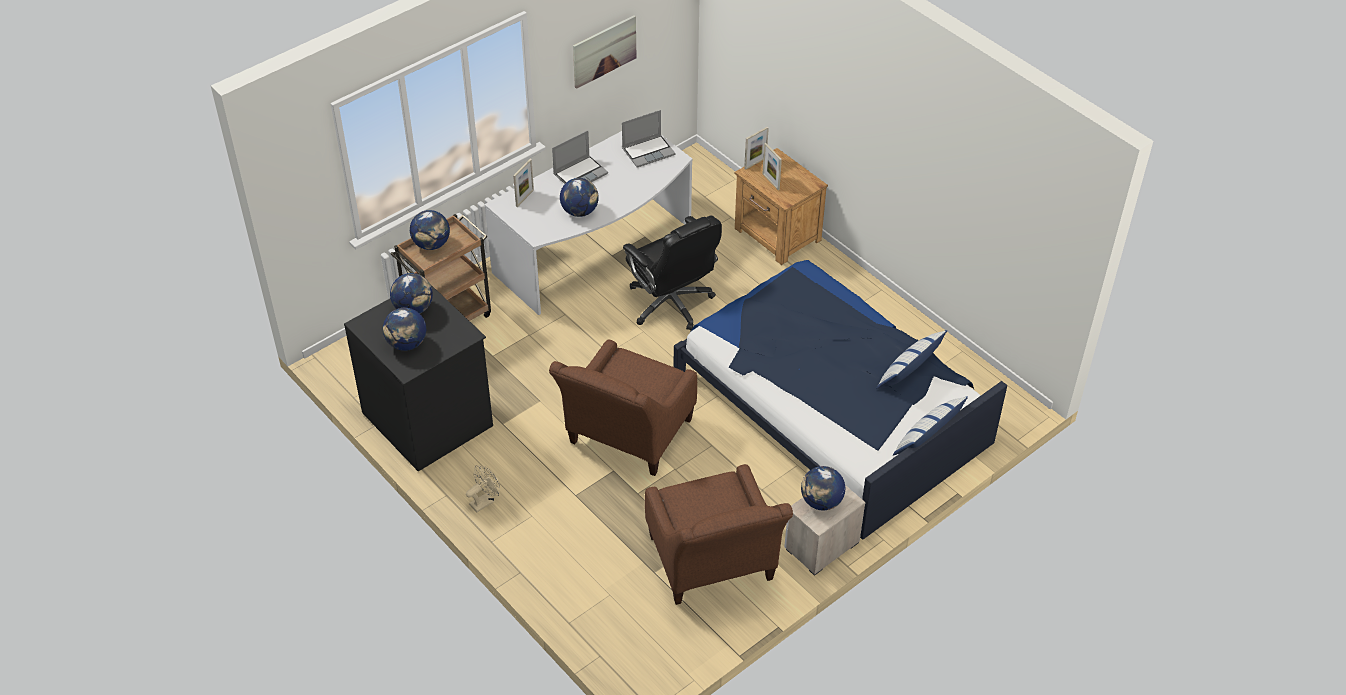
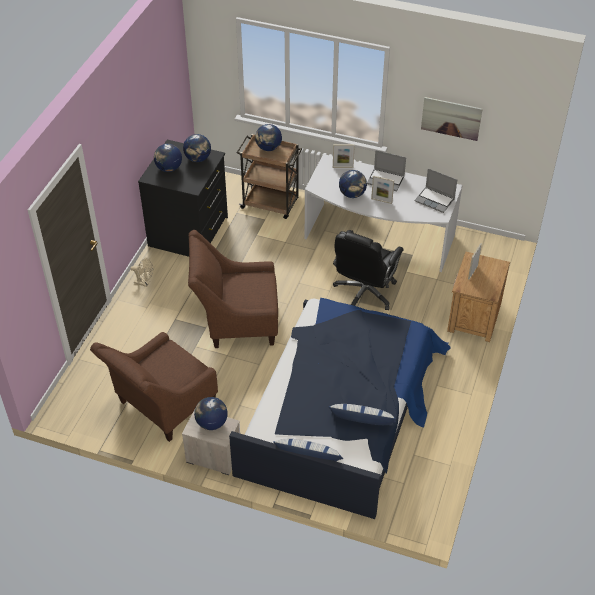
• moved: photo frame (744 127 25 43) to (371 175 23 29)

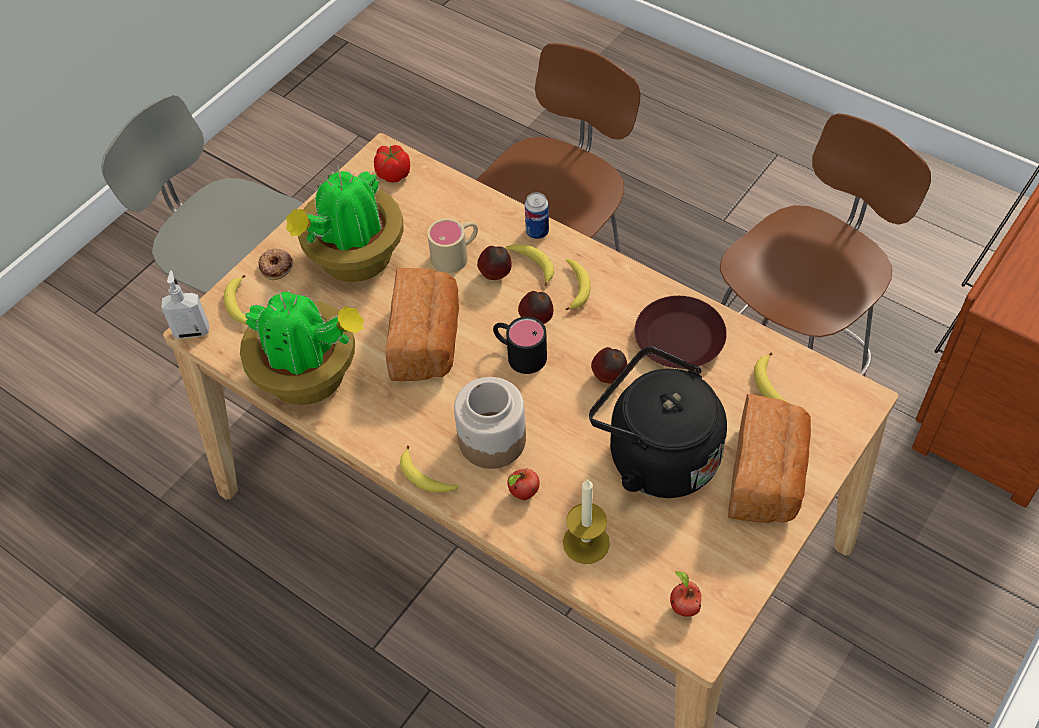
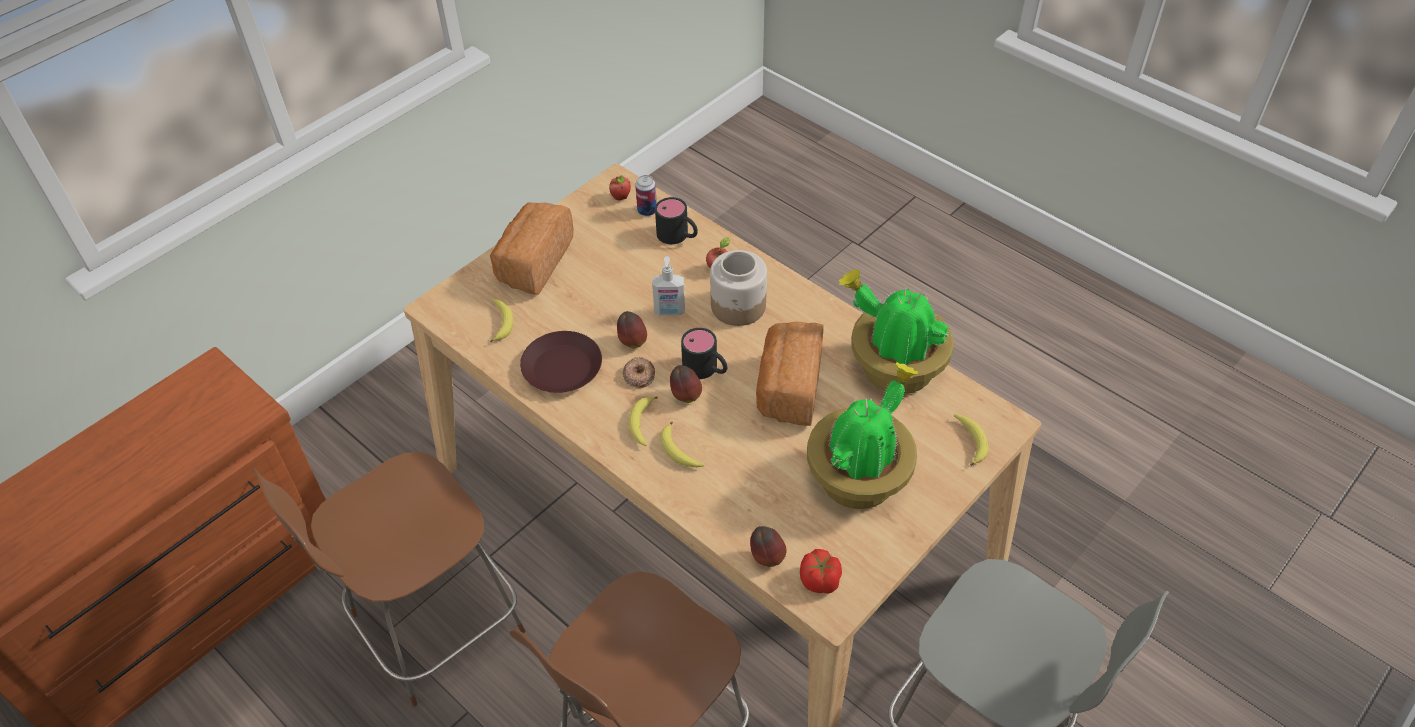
• moved: metal can (525 192 24 47) to (635 175 22 41)
• removed: sand-coloured mug (427 218 51 55)
• moved: whole apple (477 246 35 34) to (750 526 36 41)
• moved: donut (258 248 35 32) to (623 357 32 31)
• moved: soap bottle (161 270 48 69) to (652 256 33 60)
• removed: blackish water kettle (589 346 138 152)
• removed: banana (400 445 58 47)
• replaced: candle (563 479 47 85) to blackish mug (655 197 43 47)

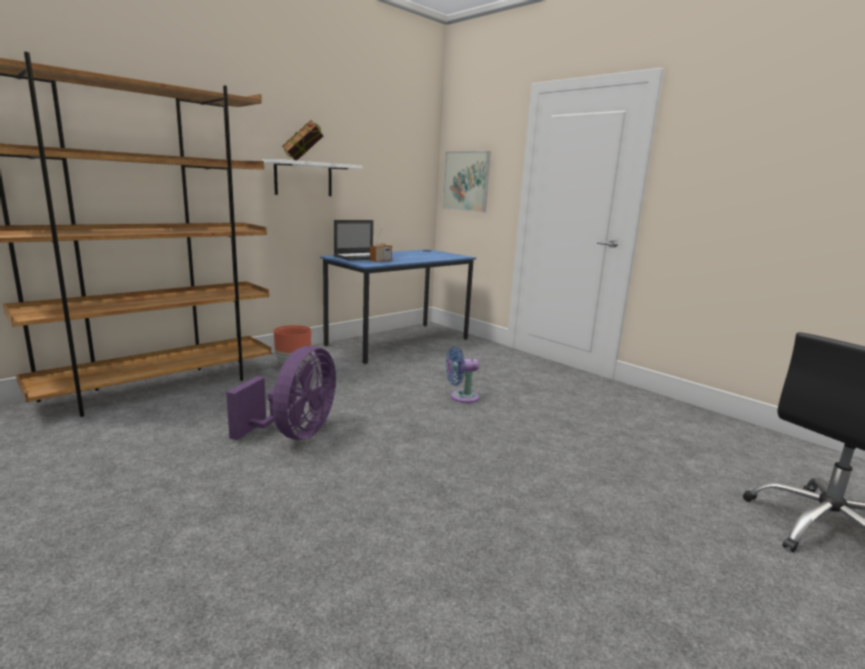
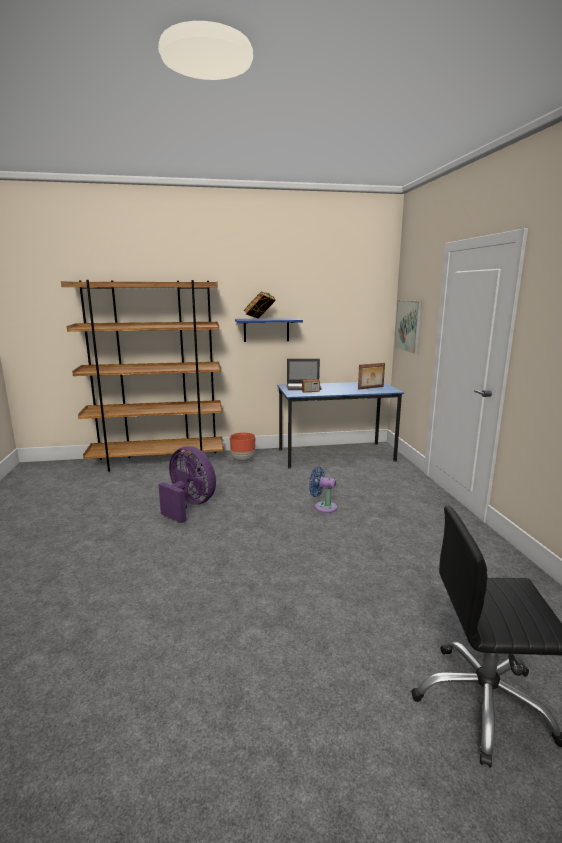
• recoloured: white-coloured shelf (262 159 100 37) to blue shelf (235 318 68 24)
• turned: purple fan (226 346 110 94) = (158 446 58 77) 105 degrees counterclockwise
• added: photo frame (358 363 27 27)

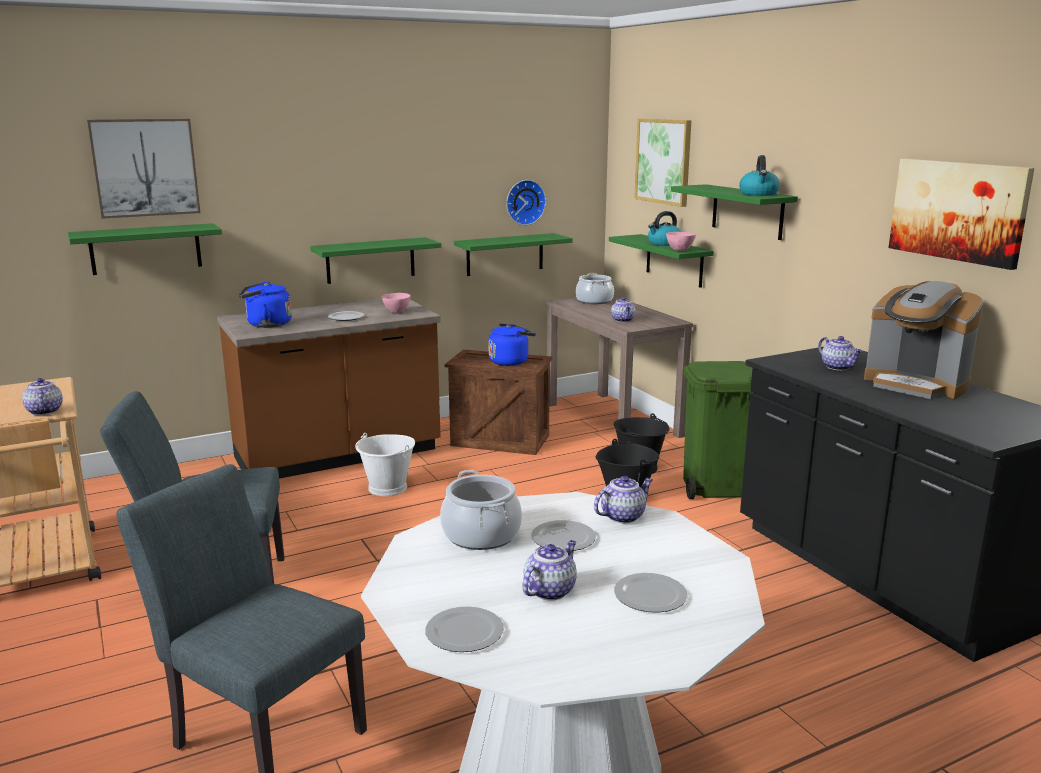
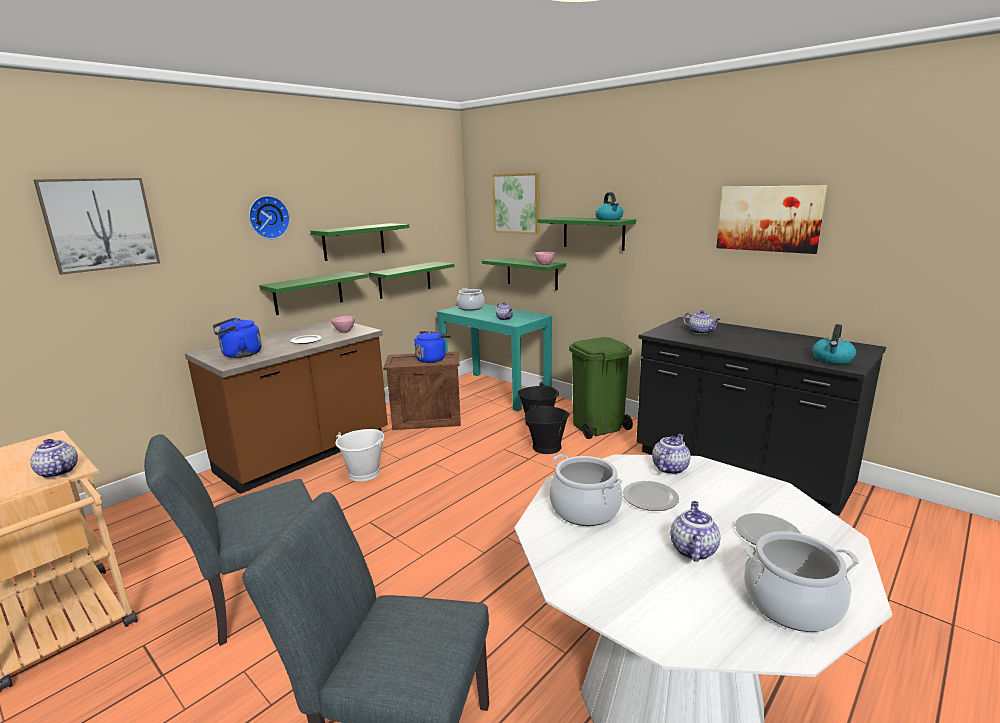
• moved: clock on the wall (506 180 40 45) to (249 196 41 43)
• moved: water kettle (648 211 33 35) to (813 324 43 40)
• moved: greenish shelf (68 223 154 52) to (311 223 98 38)
• removed: coffee maker (864 281 120 118)
• recoloured: brown-coloured console table (547 296 146 148) to turquoise console table (436 304 117 107)
• removed: flat dish (425 606 79 46)
• added: stockpot (744 531 115 101)

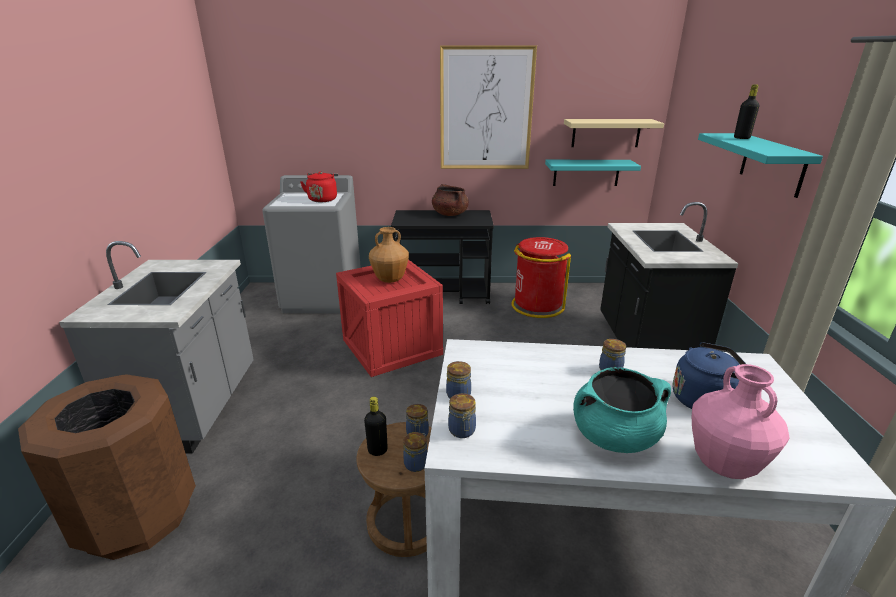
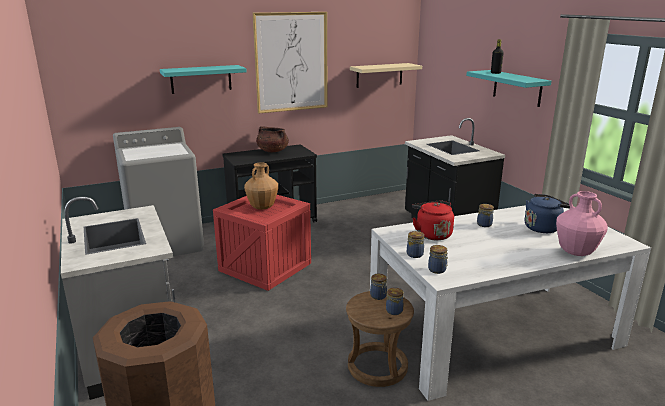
• moved: turquoise shelf (545 160 96 26) to (160 65 87 29)
• moved: red water kettle (300 171 38 31) to (412 200 42 40)
• removed: red rubbish bin (511 237 60 81)
• removed: turquoise stockpot (573 367 98 86)
• removed: blackish bottle (364 397 24 59)

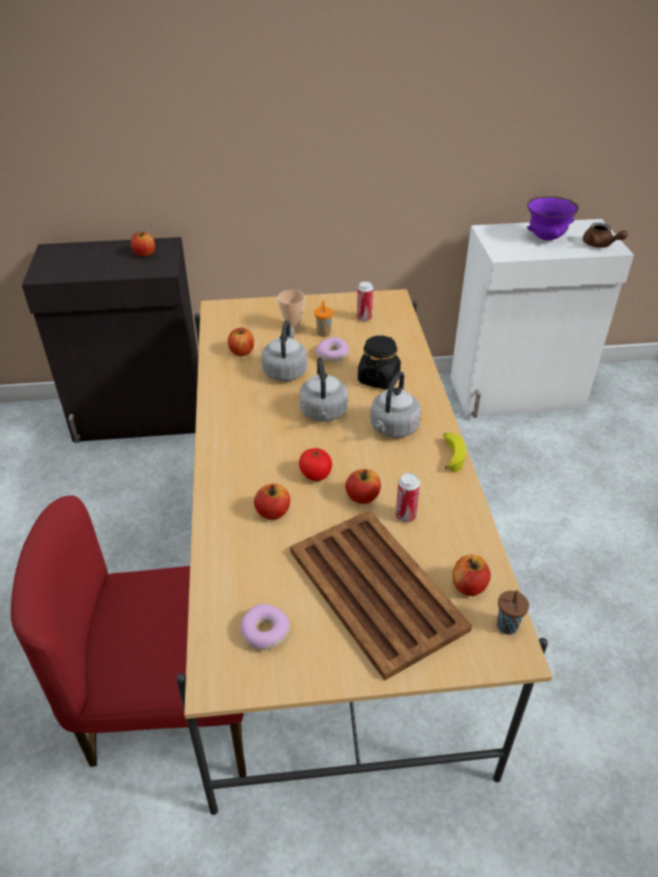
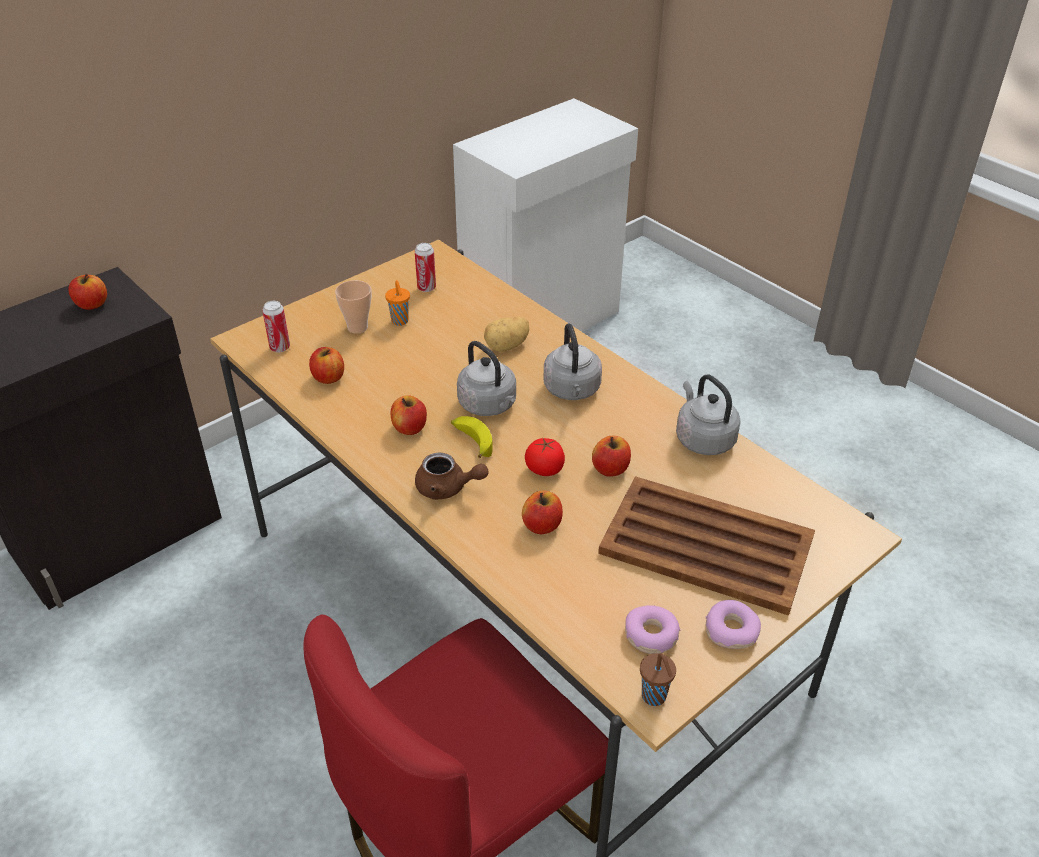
• removed: purple deep dish (527 195 52 46)
• moved: brown-coloured tea pot (583 223 45 25) to (415 452 73 48)
• moved: grey water kettle (261 320 46 61) to (676 374 65 81)
• replaced: blackish preserve jar (358 335 43 54) to potato (484 317 45 35)
• moved: donut (316 337 33 25) to (706 600 55 49)
• moved: banana (443 433 23 39) to (451 416 42 42)
• moved: metal can (396 473 24 49) to (262 301 28 52)
• moved: whole apple (452 554 39 42) to (391 395 36 40)
• moved: brown-coloured drinking cup (497 590 32 45) to (640 653 36 53)

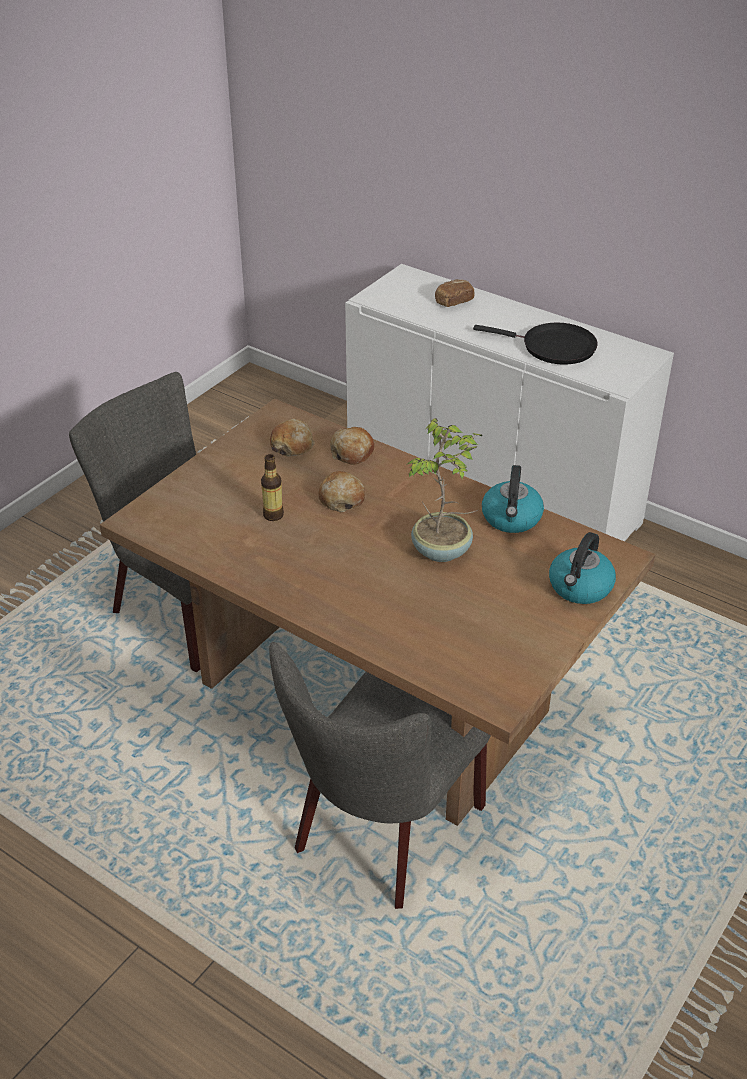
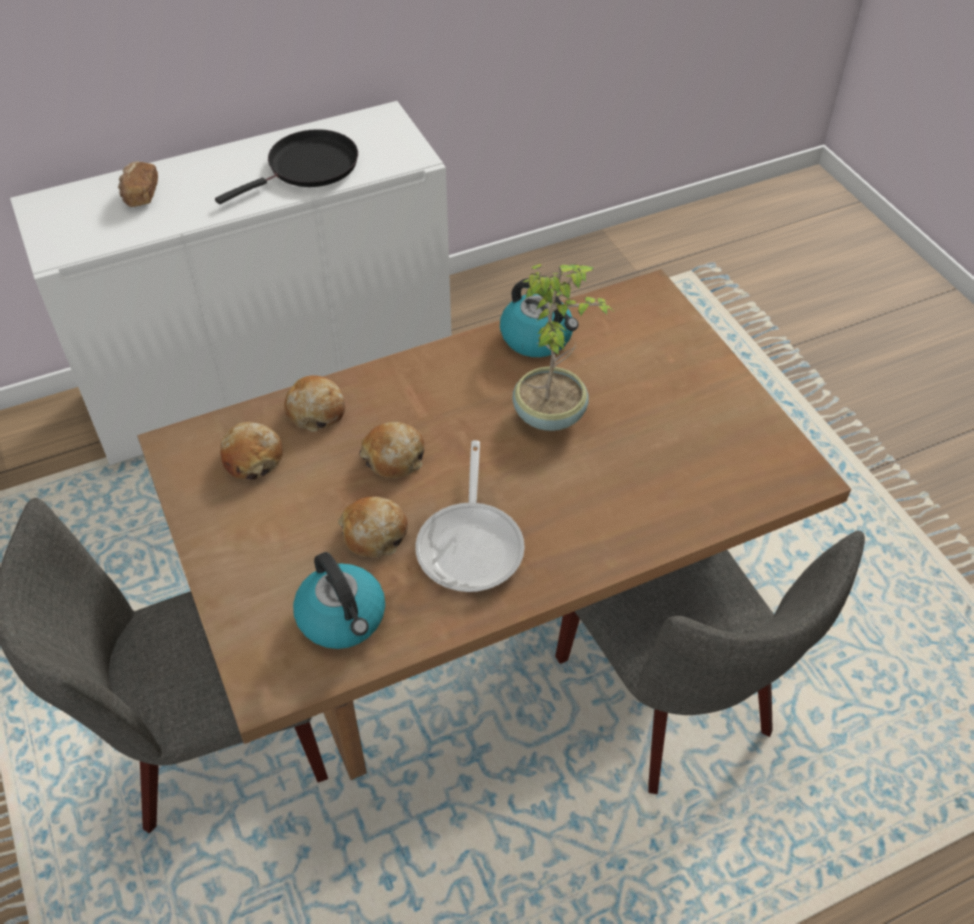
• replaced: bottle (261 454 23 67) to bakery bread (338 497 70 60)
• moved: water kettle (549 532 67 72) to (293 552 92 97)
• added: frying pan (415 440 110 152)

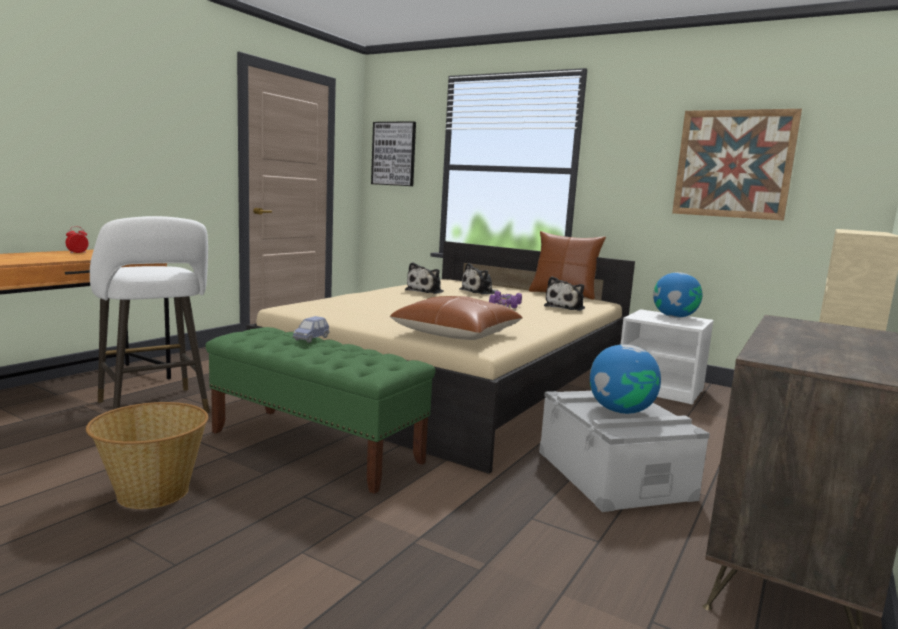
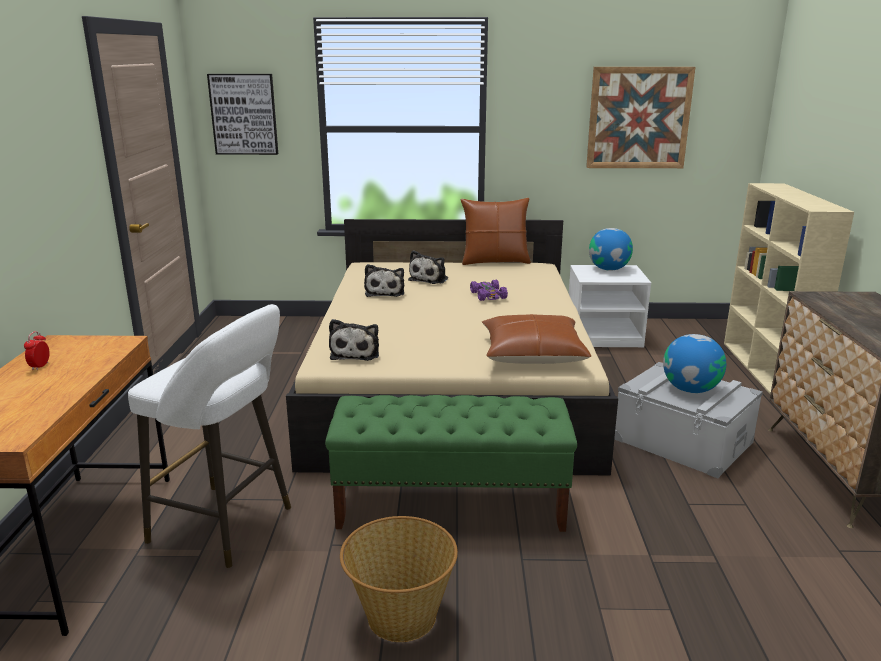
• moved: soft toy (544 276 41 35) to (329 319 50 42)
• removed: blue miniature car (293 316 37 27)

